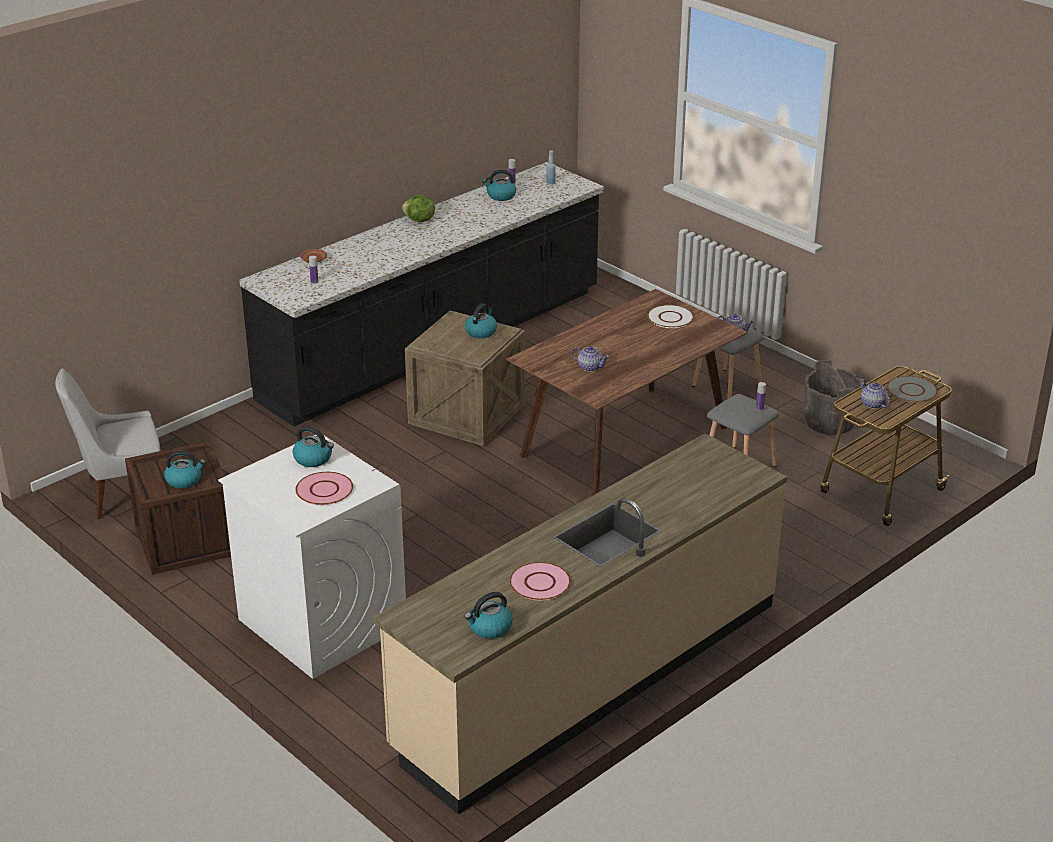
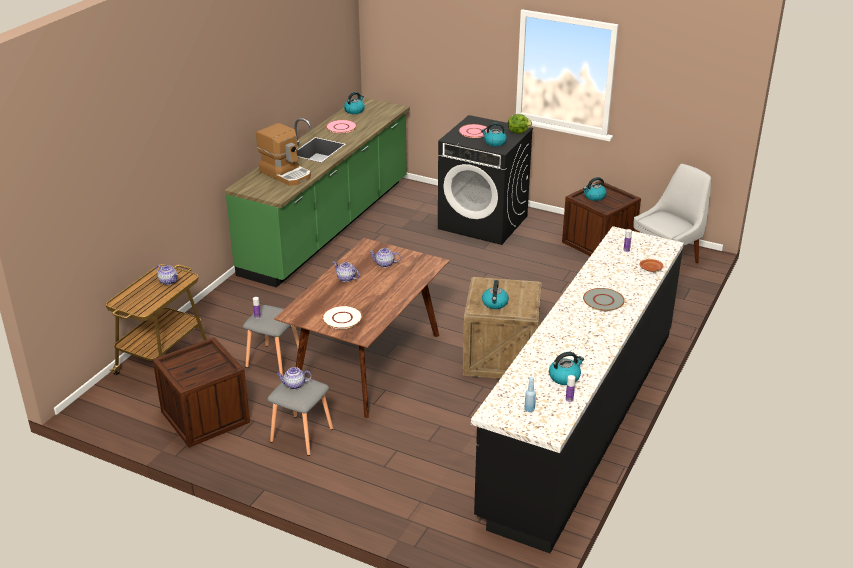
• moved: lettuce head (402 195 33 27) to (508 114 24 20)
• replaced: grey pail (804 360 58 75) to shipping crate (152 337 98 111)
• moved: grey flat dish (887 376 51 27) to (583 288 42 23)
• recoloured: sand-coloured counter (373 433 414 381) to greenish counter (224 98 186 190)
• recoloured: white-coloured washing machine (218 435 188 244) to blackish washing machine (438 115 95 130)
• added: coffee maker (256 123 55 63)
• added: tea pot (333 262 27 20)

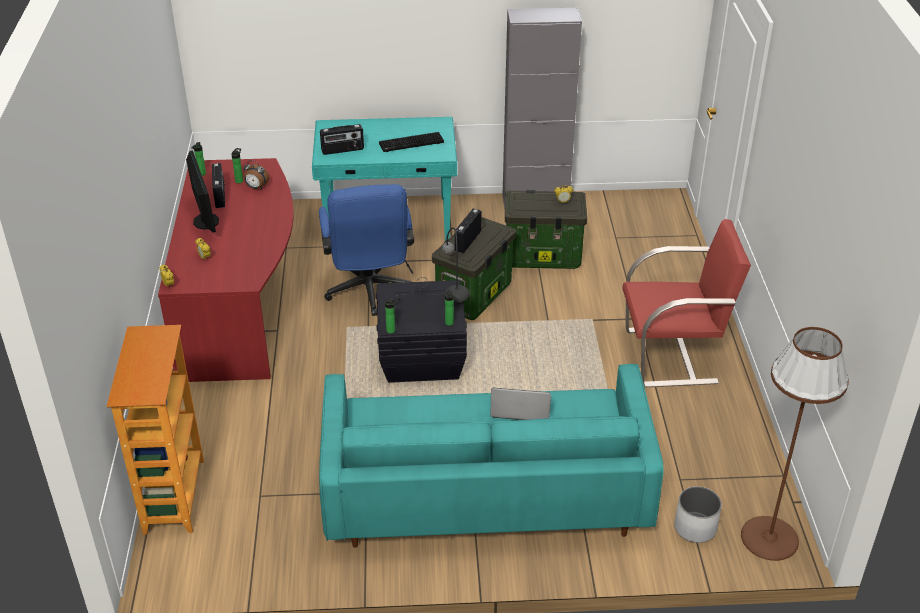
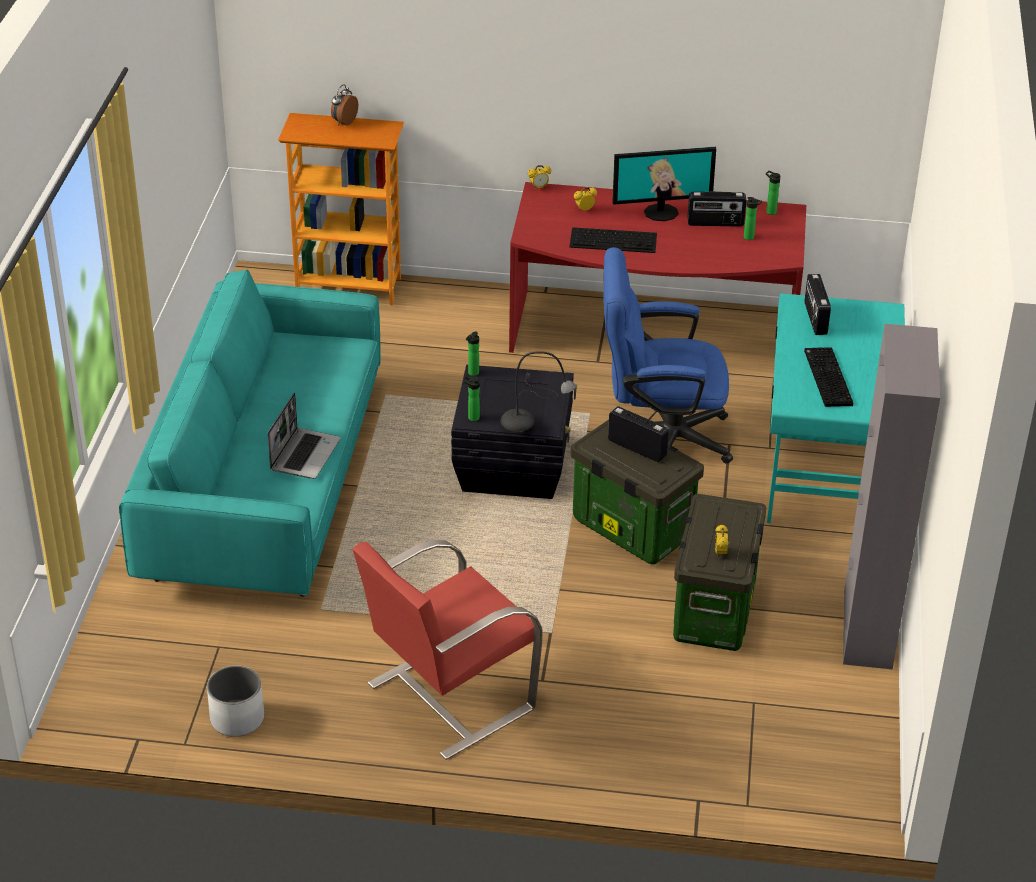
• moved: bedside clock (243 160 26 29) to (331 84 27 41)
• turned: red lounge chair (622 219 129 169) = (352 540 191 220) 45 degrees clockwise
• removed: brown-coloured standing lamp (741 327 108 234)
• moved: white-coloured plant pot (674 486 48 57) to (207 666 57 71)
• added: computer keyboard (569 227 88 26)

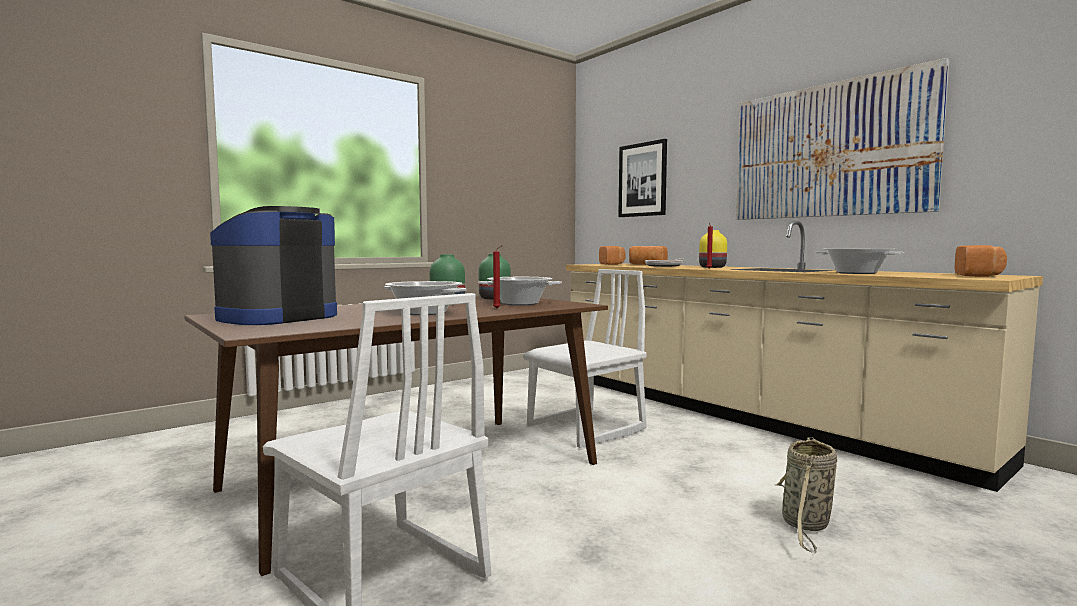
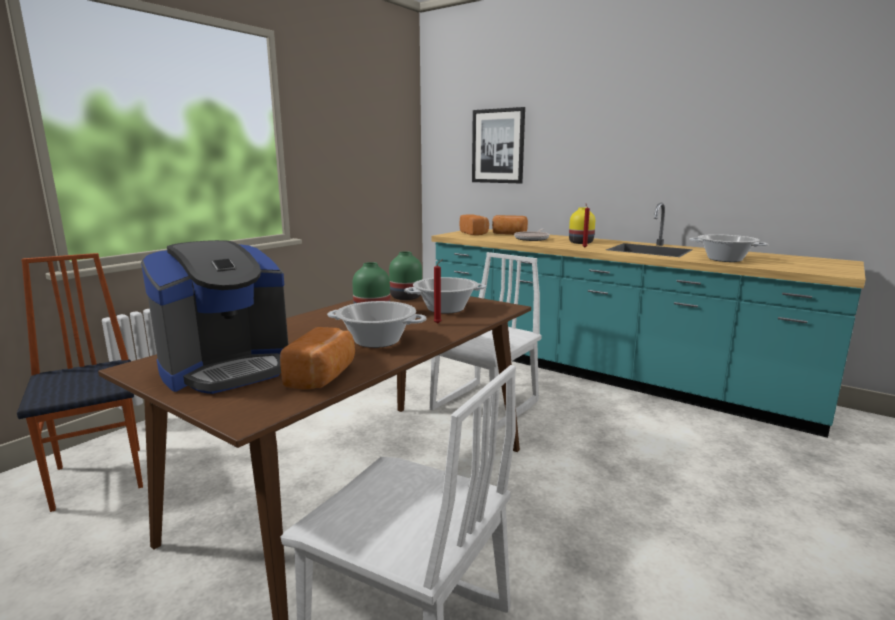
• removed: wall art (736 58 214 162)
• turned: coffee maker (210 206 127 119) = (141 240 147 154) 150 degrees counterclockwise
• recoloured: sand-coloured counter (566 221 477 271) to turquoise counter (431 203 435 235)
• moved: bakery bread (955 245 52 32) to (280 327 75 62)
• removed: basket (776 437 61 117)
• added: plain chair (17 253 126 259)

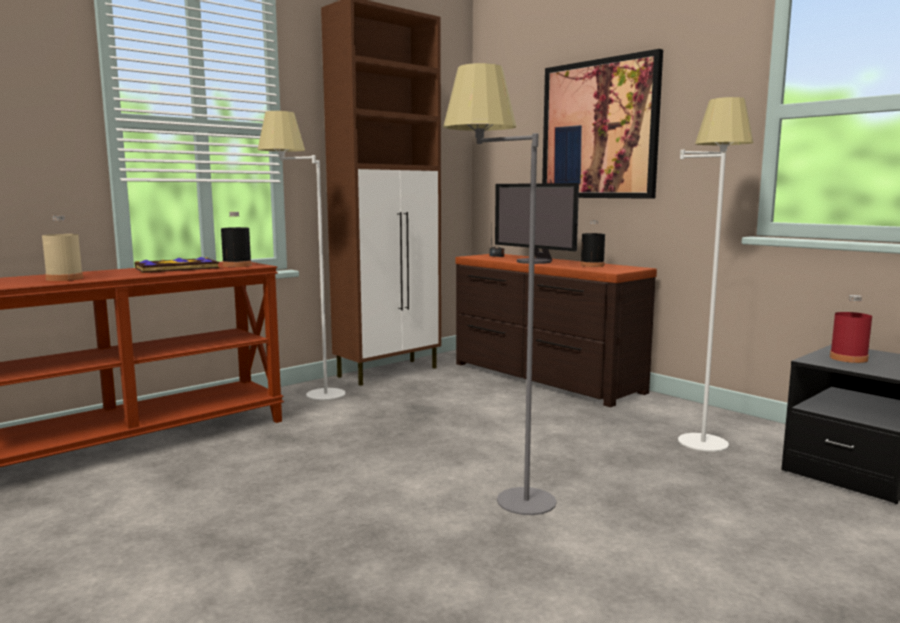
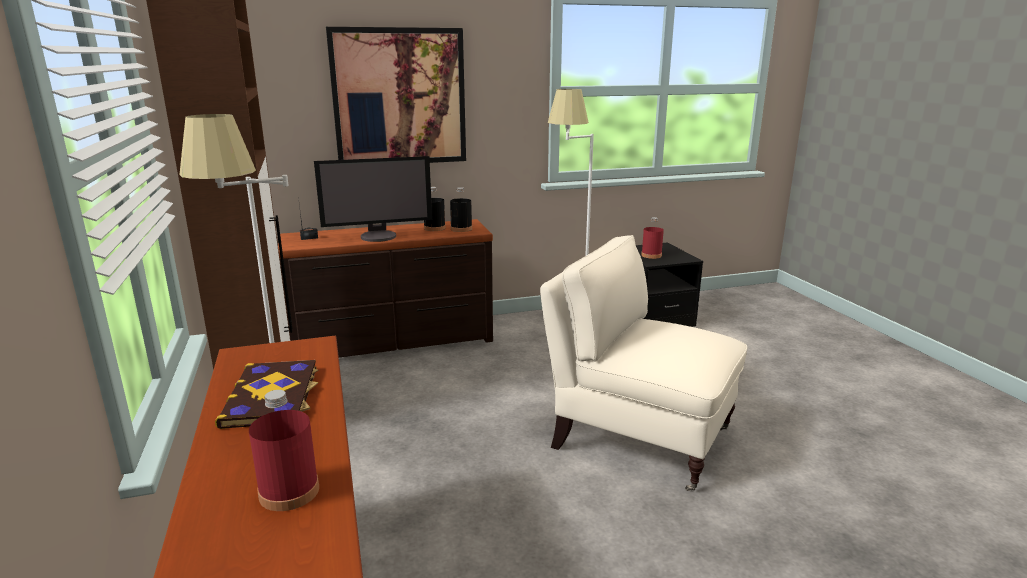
• replaced: grey standing lamp (443 63 113 452) to sand-coloured lounge chair (540 235 207 256)
• moved: blackish bottle (221 212 31 55) to (450 187 22 45)
• recoloured: sand-coloured bottle (42 215 41 66) to red bottle (249 390 70 121)

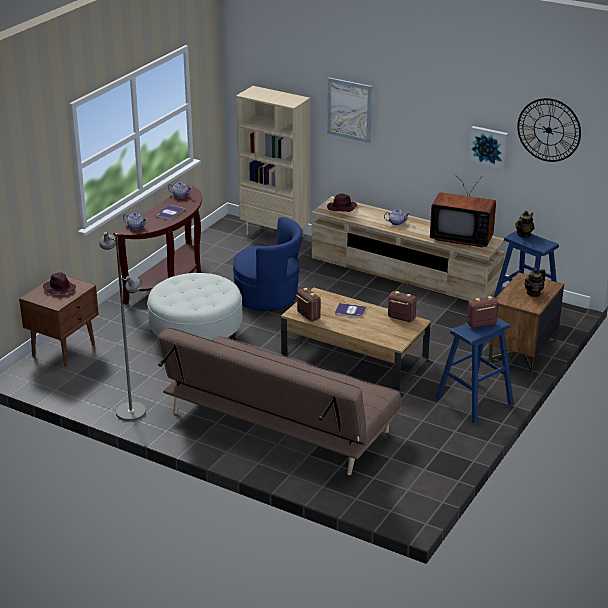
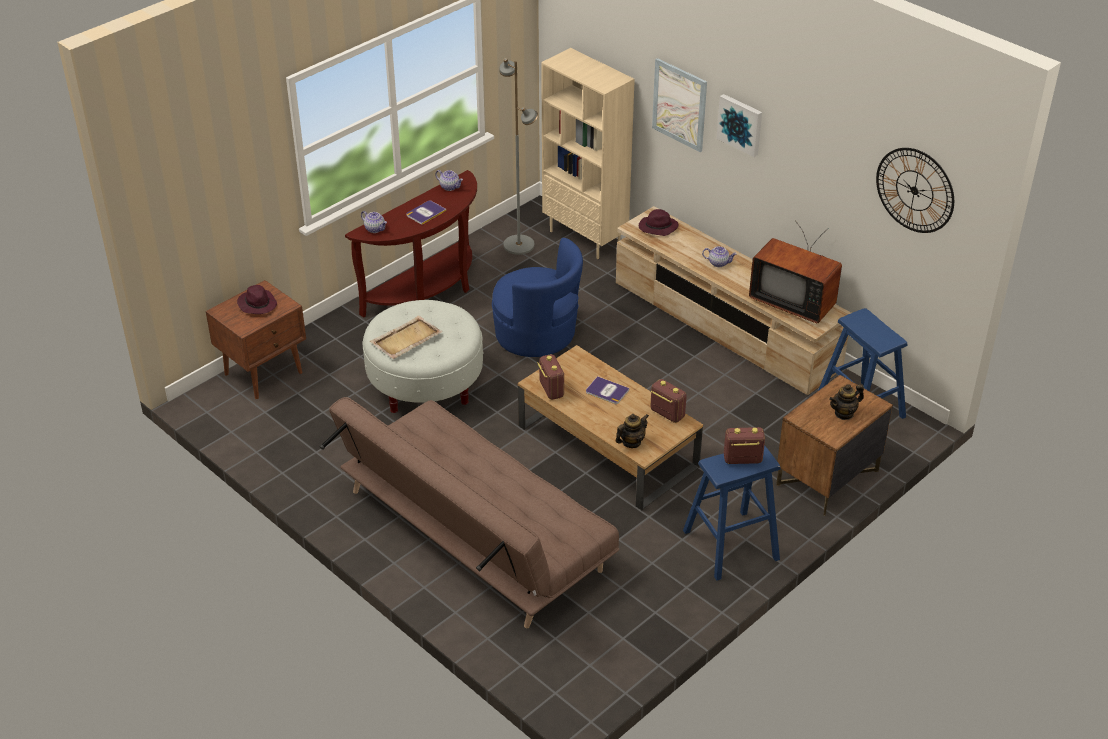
• moved: wall art (469 126 39 44) to (717 94 45 63)
• moved: tea pot (515 211 19 27) to (615 414 34 34)
• moved: grey standing lamp (100 232 46 189) to (499 58 39 197)
• added: sand-coloured serving tray (370 315 73 44)

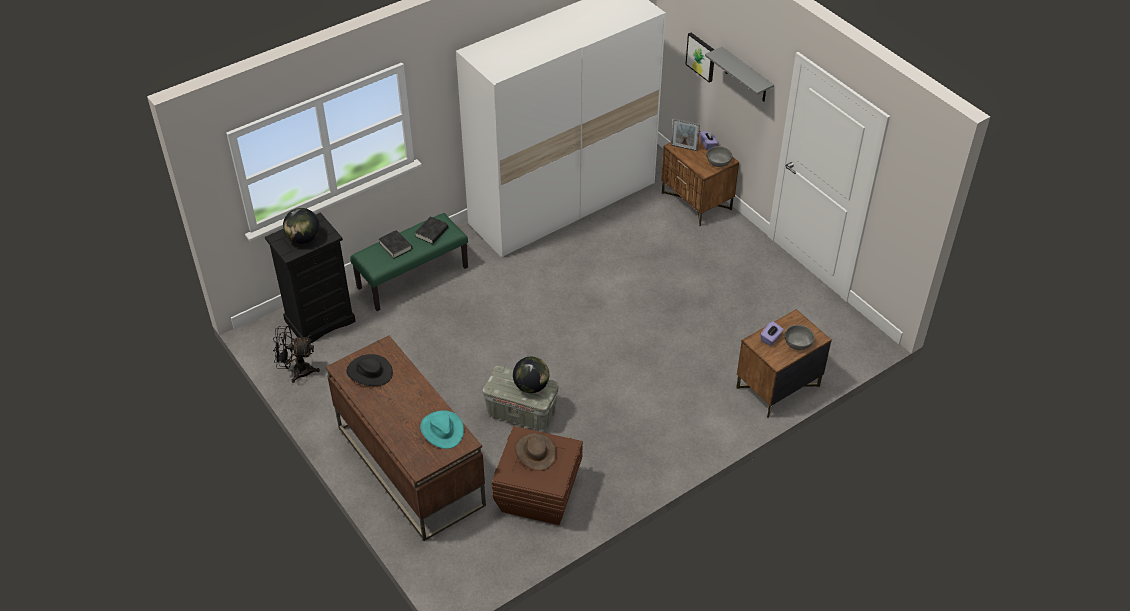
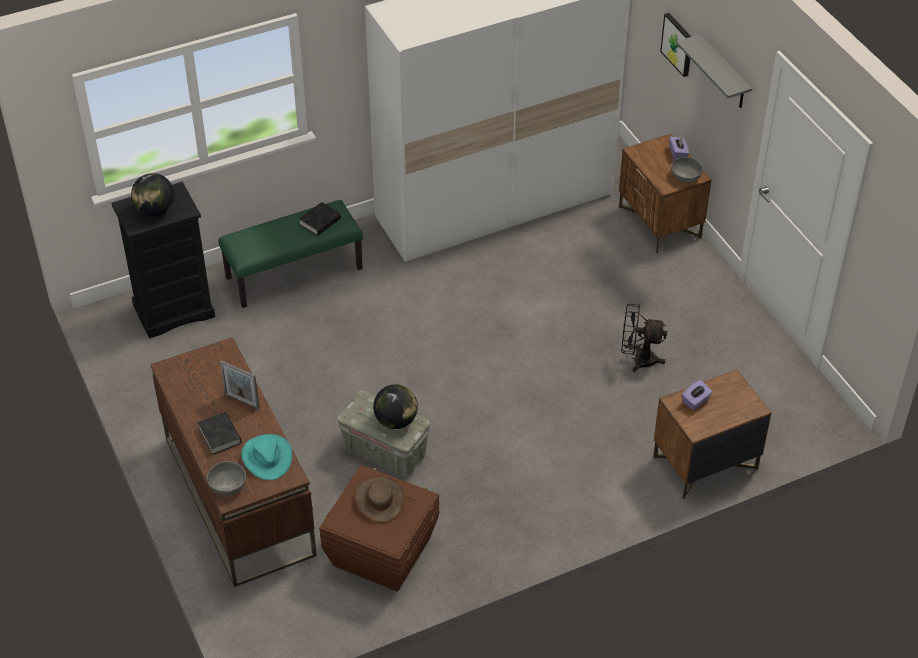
• moved: photo frame (671 118 29 33) to (220 360 39 50)
• moved: blackish volume (379 230 33 29) to (197 412 45 42)
• moved: grey deep dish (785 325 29 25) to (207 461 39 35)
• moved: blackish fan (273 326 47 57) to (621 304 46 68)
• removed: blackish wearable hat (346 354 47 32)

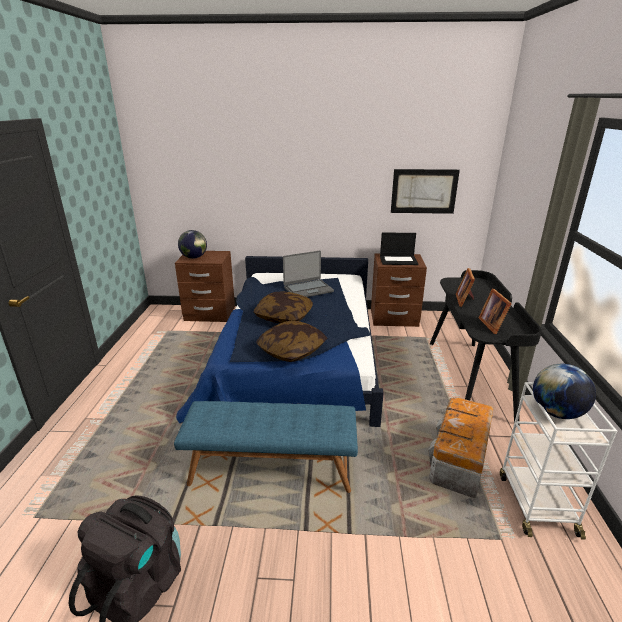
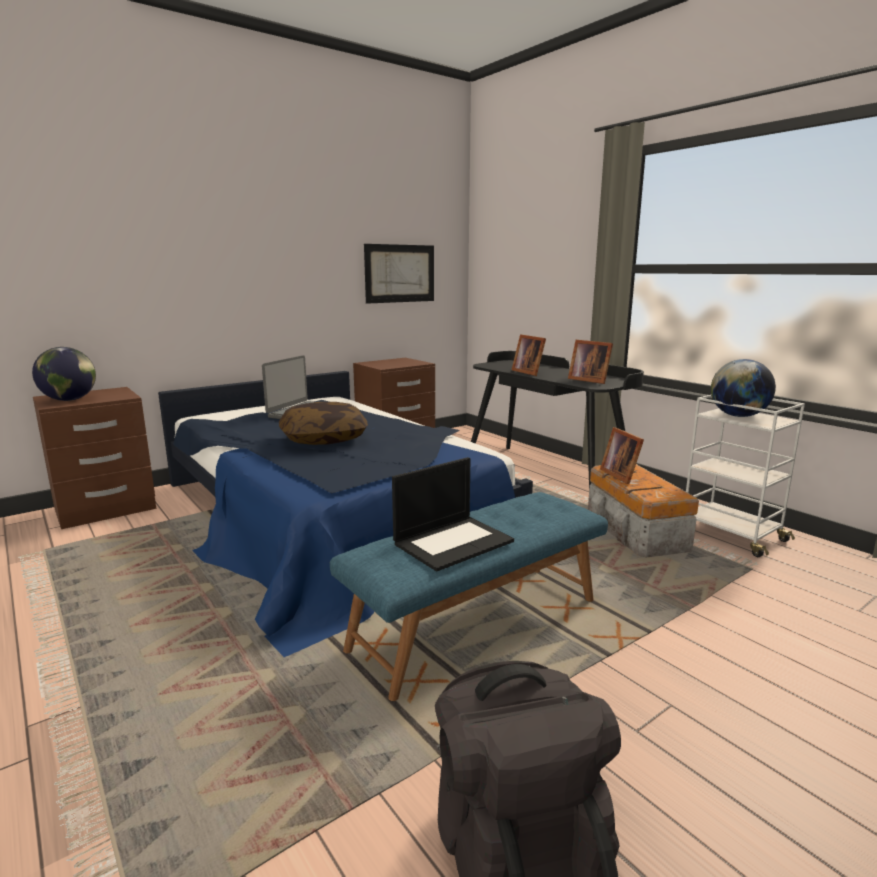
• moved: notebook computer (380 233 38 32) to (392 457 122 114)
• removed: throw pillow (256 320 71 42)
• added: photo frame (600 427 44 57)

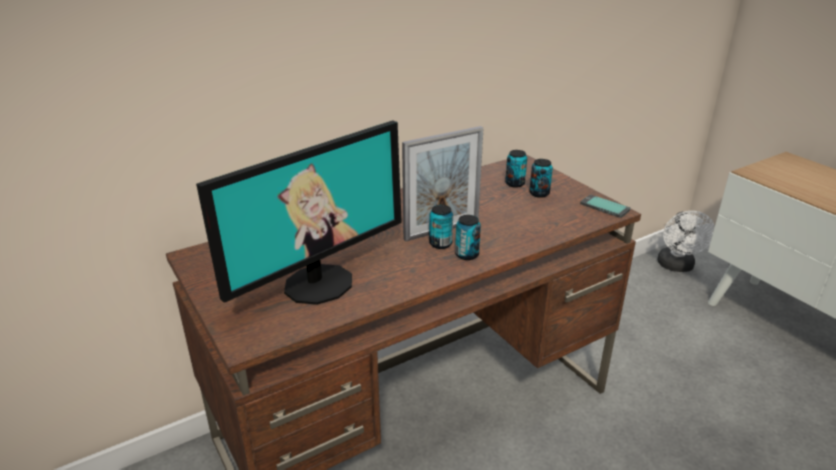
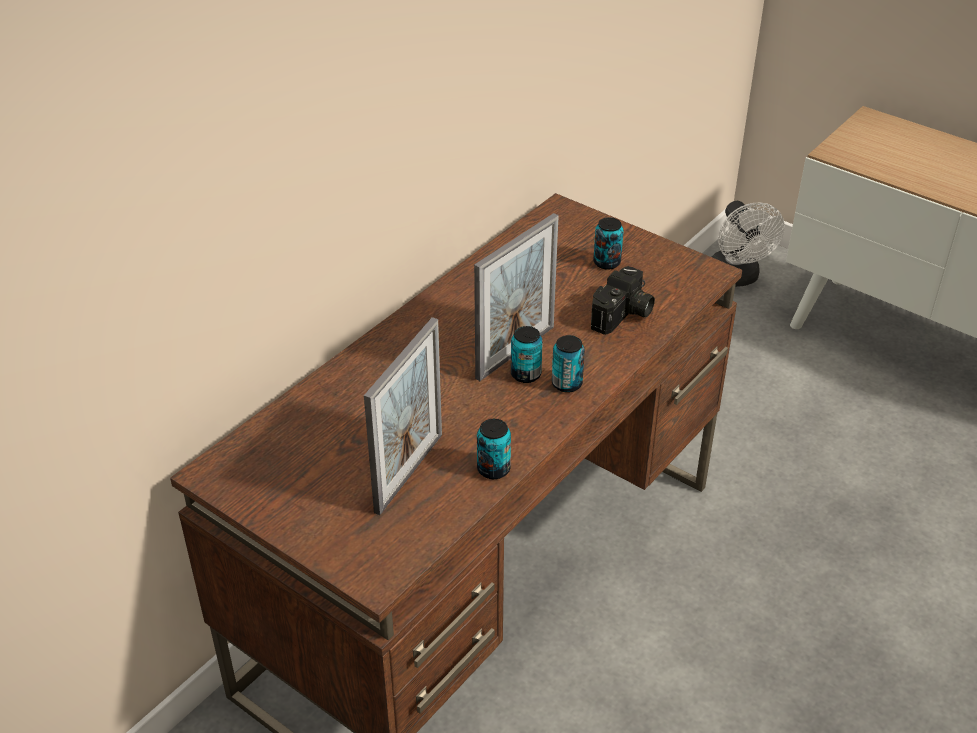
• replaced: computer screen (196 120 206 185) to photo frame (364 317 78 198)
• moved: metal can (505 150 22 38) to (477 419 34 60)
• removed: telephone (580 195 50 23)
• added: still camera (591 266 64 69)

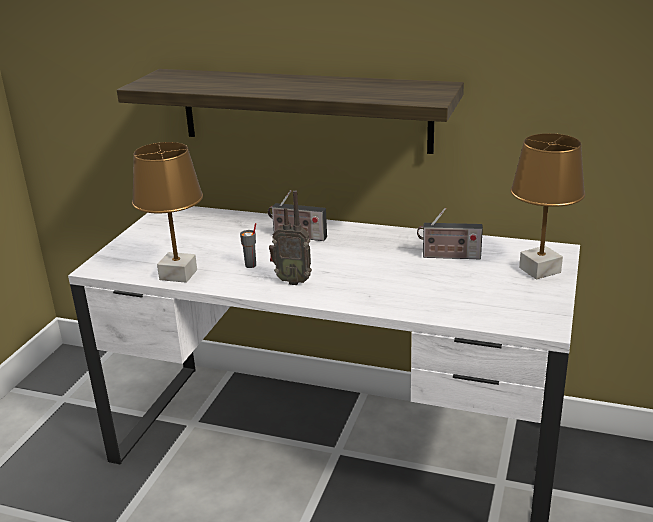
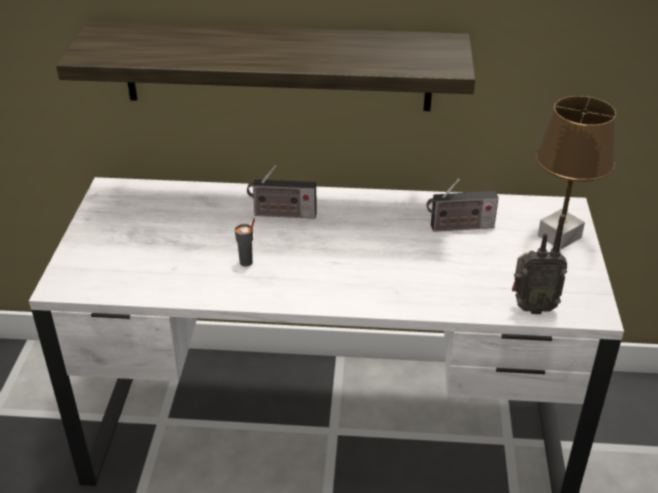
• removed: brown-coloured tabletop lamp (132 142 71 141)
• moved: radio receiver (269 191 43 94) to (512 214 55 100)

